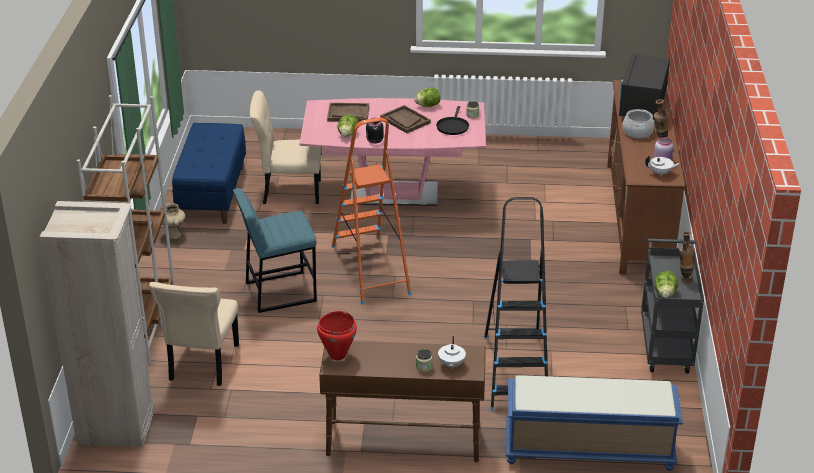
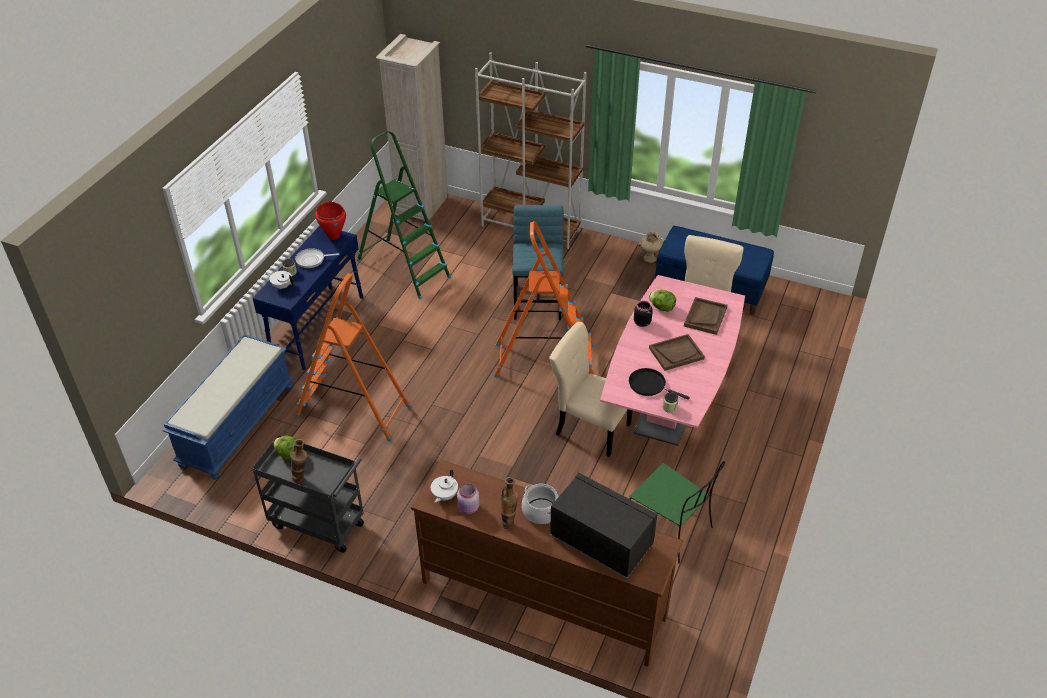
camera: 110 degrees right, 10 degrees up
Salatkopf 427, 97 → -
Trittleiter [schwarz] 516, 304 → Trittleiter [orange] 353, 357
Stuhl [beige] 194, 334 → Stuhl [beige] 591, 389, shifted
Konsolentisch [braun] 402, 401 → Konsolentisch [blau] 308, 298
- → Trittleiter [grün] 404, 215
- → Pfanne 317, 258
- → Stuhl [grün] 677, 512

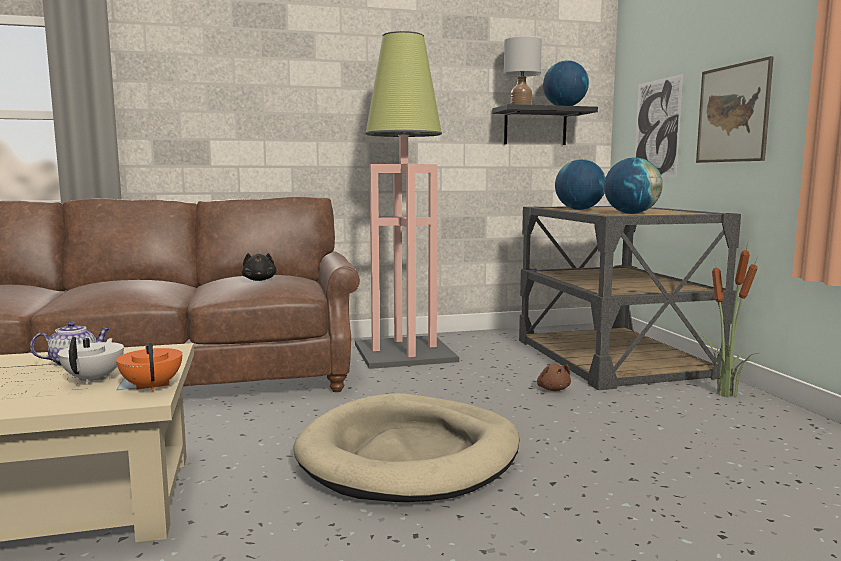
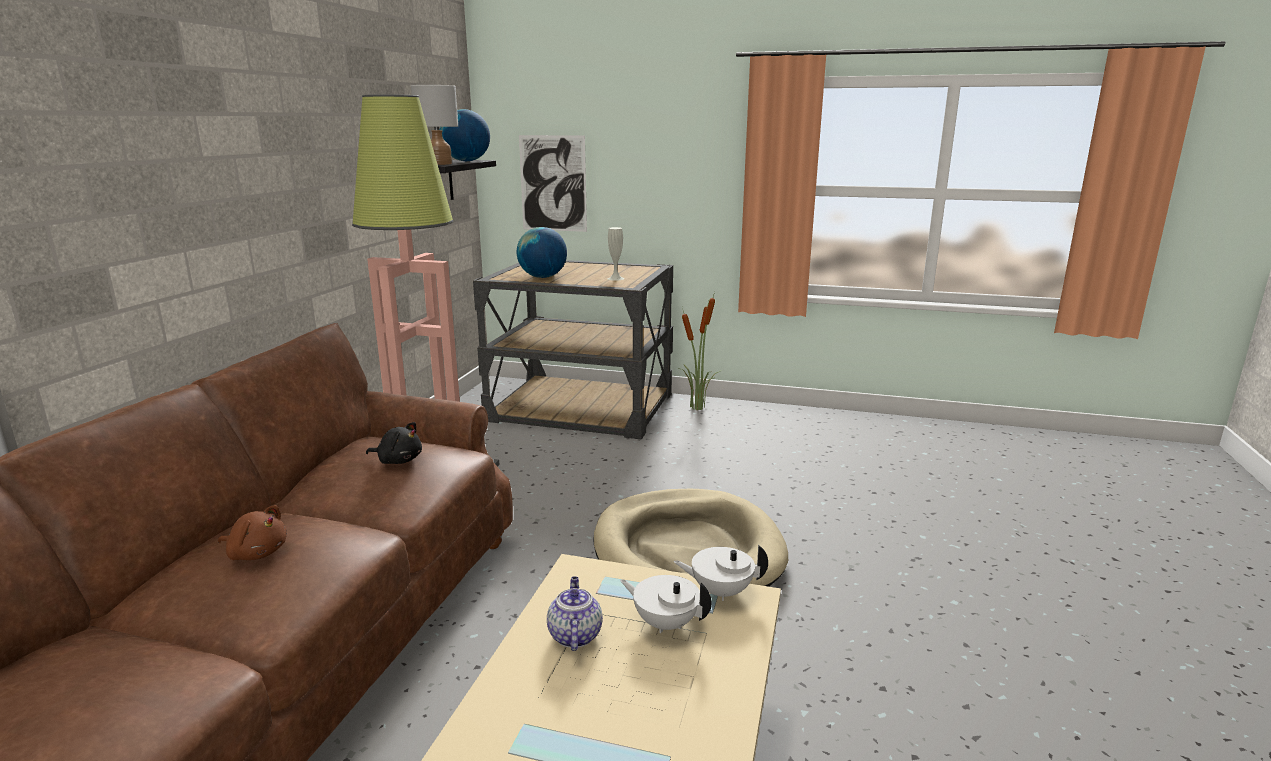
camera: 60 degrees left, 10 degrees up
Bild 735, 109 → -
Globus 633, 185 → Vase [weiß] 616, 254
Teekanne [orange] 149, 367 → Teekanne [weiß] 721, 573
Plüschtier [braun] 554, 377 → Plüschtier [braun] 252, 532, shifted

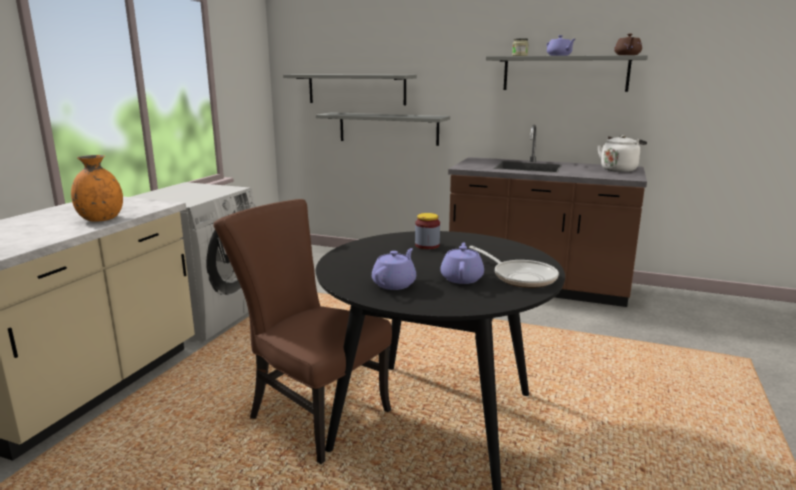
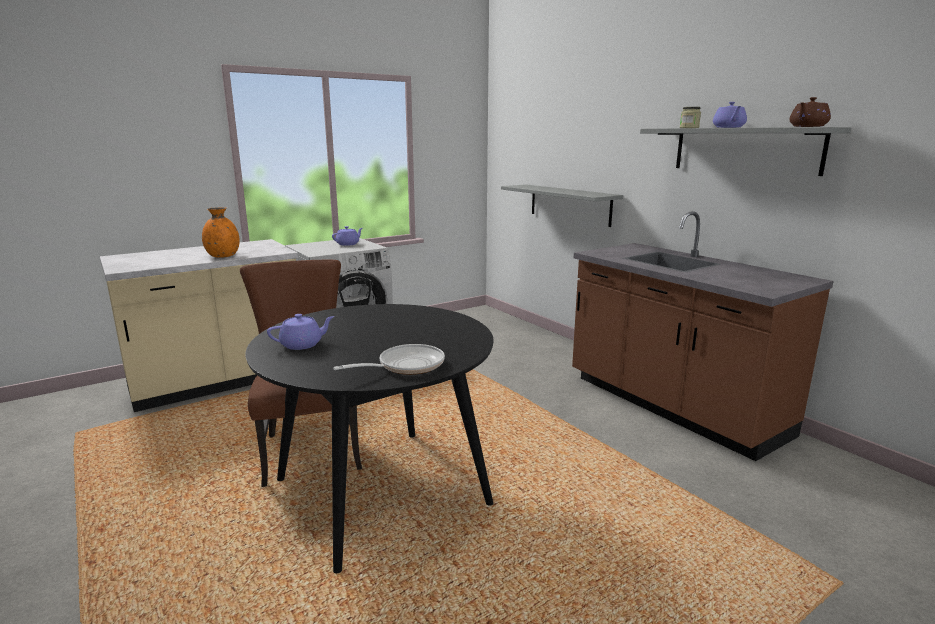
camera: 35 degrees right, 0 degrees up
Wandregal [grau] 350, 89 → -
Wasserkessel [weiß] 622, 153 → -
Vorratsglas 427, 231 → -
Teekanne [lila] 462, 263 → Teekanne [lila] 347, 236, shifted
Pfanne 514, 267 → Pfanne 389, 359, 120 degrees counterclockwise

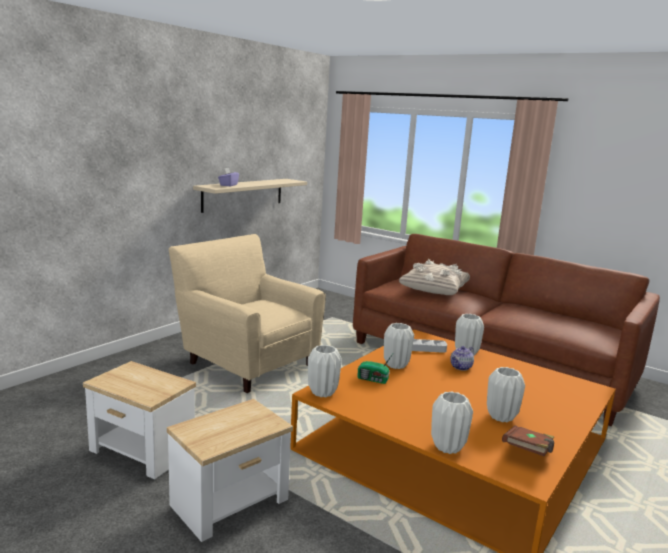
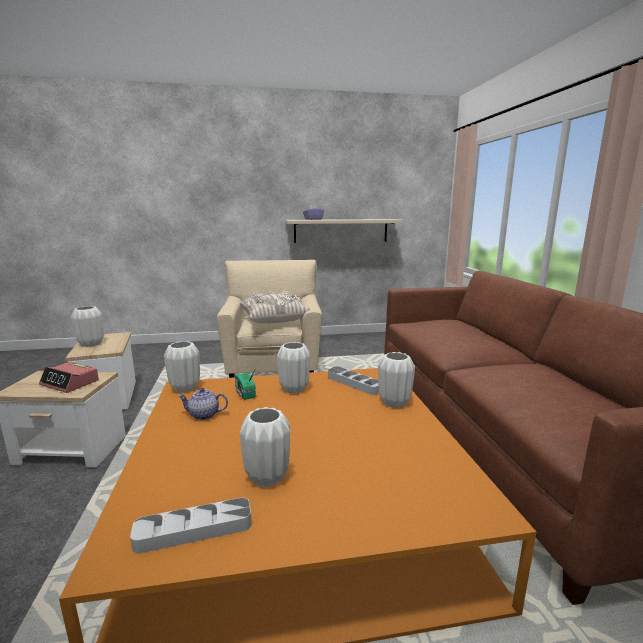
camera: 45 degrees right, 0 degrees up
Kissen [beige] 434, 277 → Kissen [beige] 275, 306, shifted
Teekanne 462, 358 → Teekanne 203, 404, shifted
Vase [weiß] 452, 422 → Vase [weiß] 87, 326, shifted
Buch [braun] 528, 441 → Tablett [grau] 191, 526
- → Wecker 69, 377

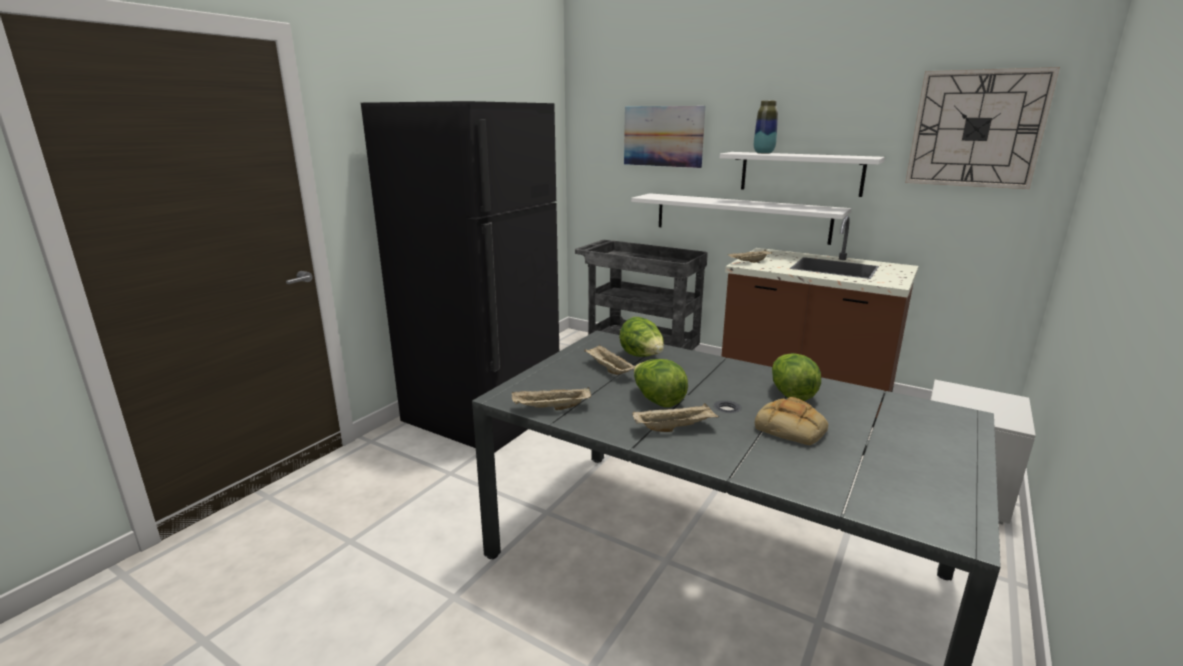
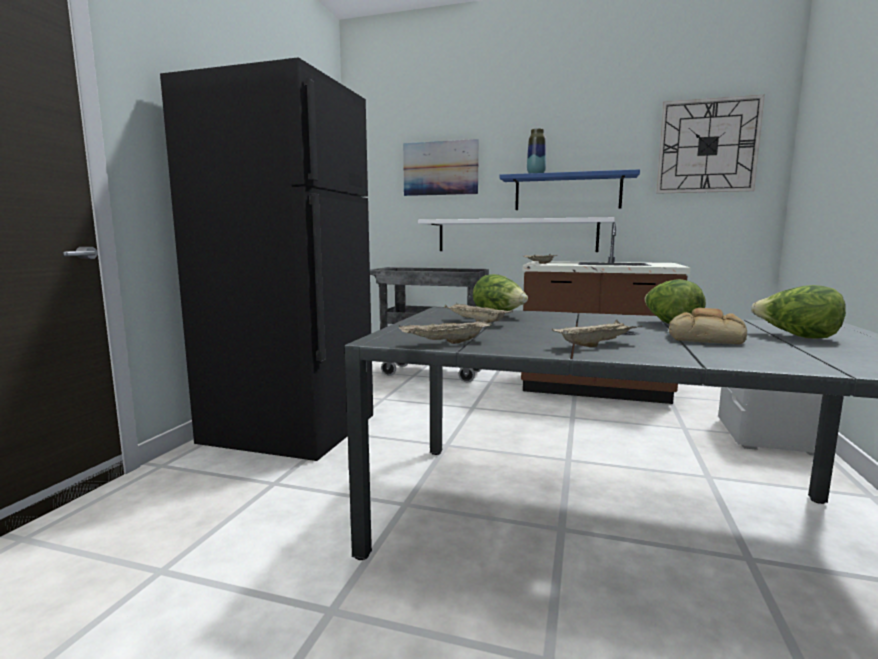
camera: 15 degrees left, 10 degrees down
Wandregal [weiß] 802, 174 → Wandregal [blau] 570, 189
Salatkopf 661, 383 → Salatkopf 798, 312, shifted

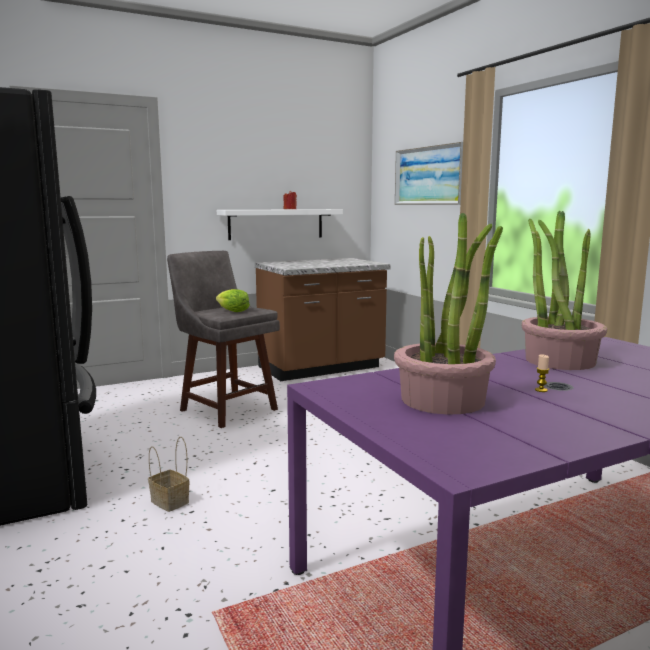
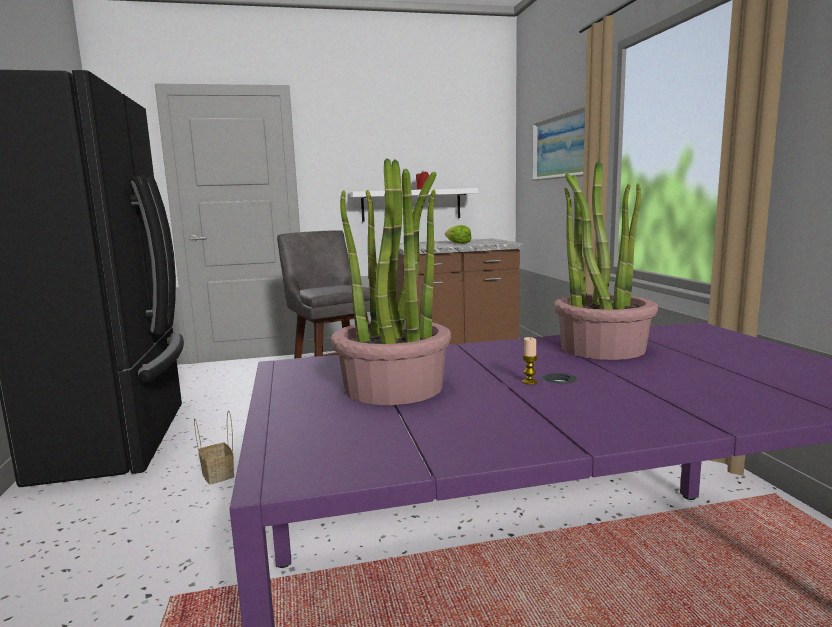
camera: 15 degrees right, 0 degrees up
Salatkopf 233, 300 → Salatkopf 458, 234, shifted

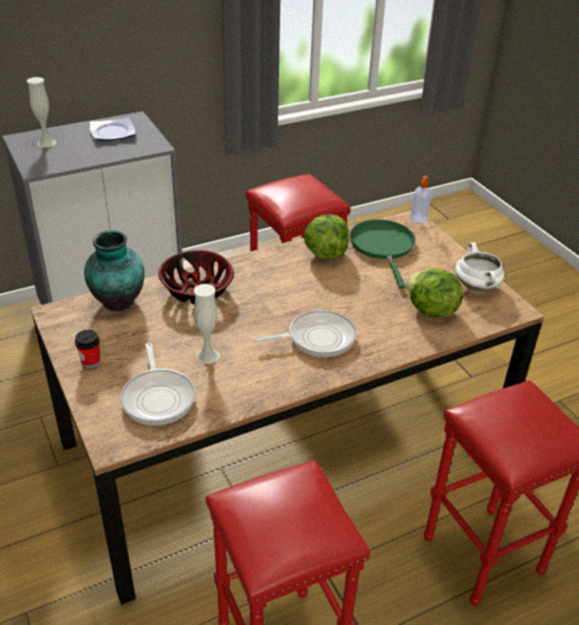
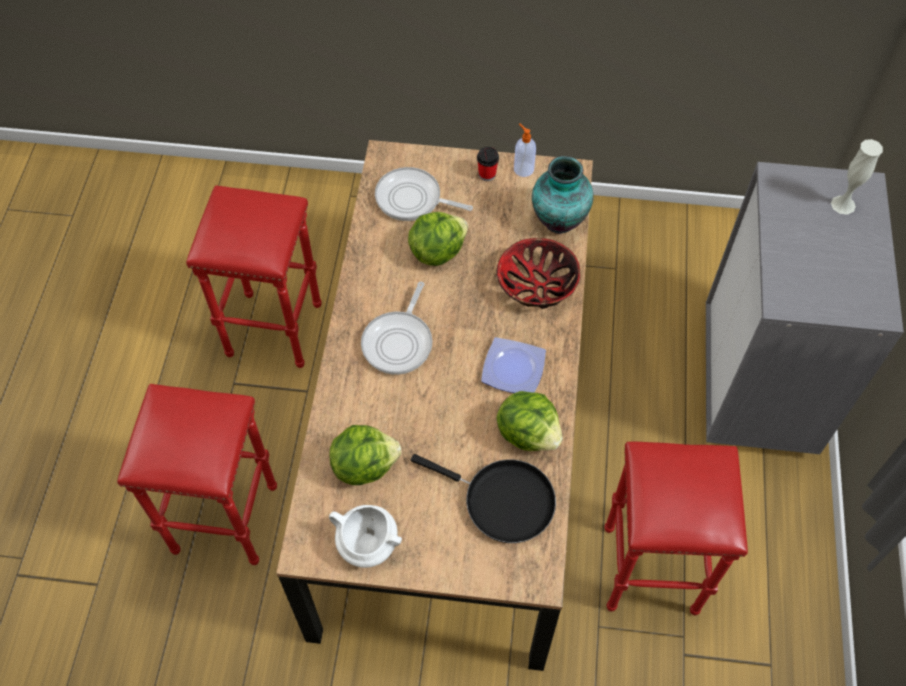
camera: 125 degrees right, 20 degrees up
Teller 112, 129 → Teller 513, 365, shifted
Seifenspender 420, 199 → Seifenspender 525, 150, shifted
Pfanne [grün] 382, 254 → Pfanne [schwarz] 483, 498
Vase [weiß] 207, 324 → Salatkopf 438, 239

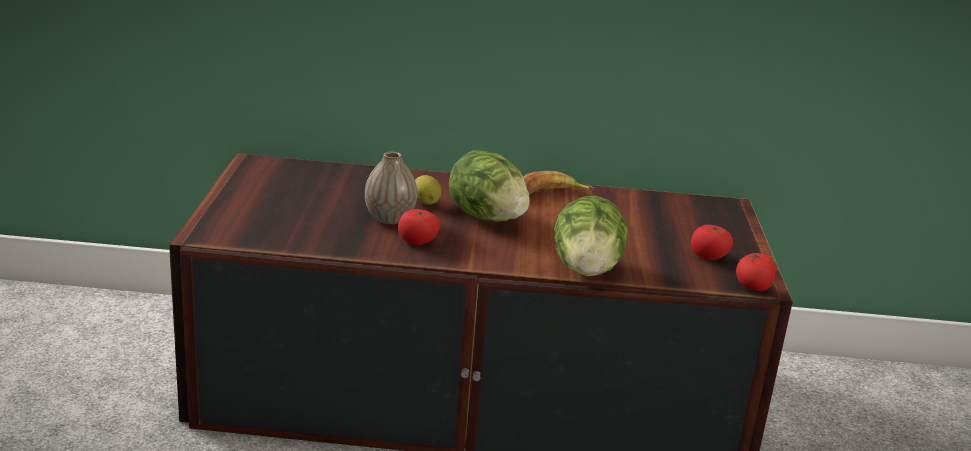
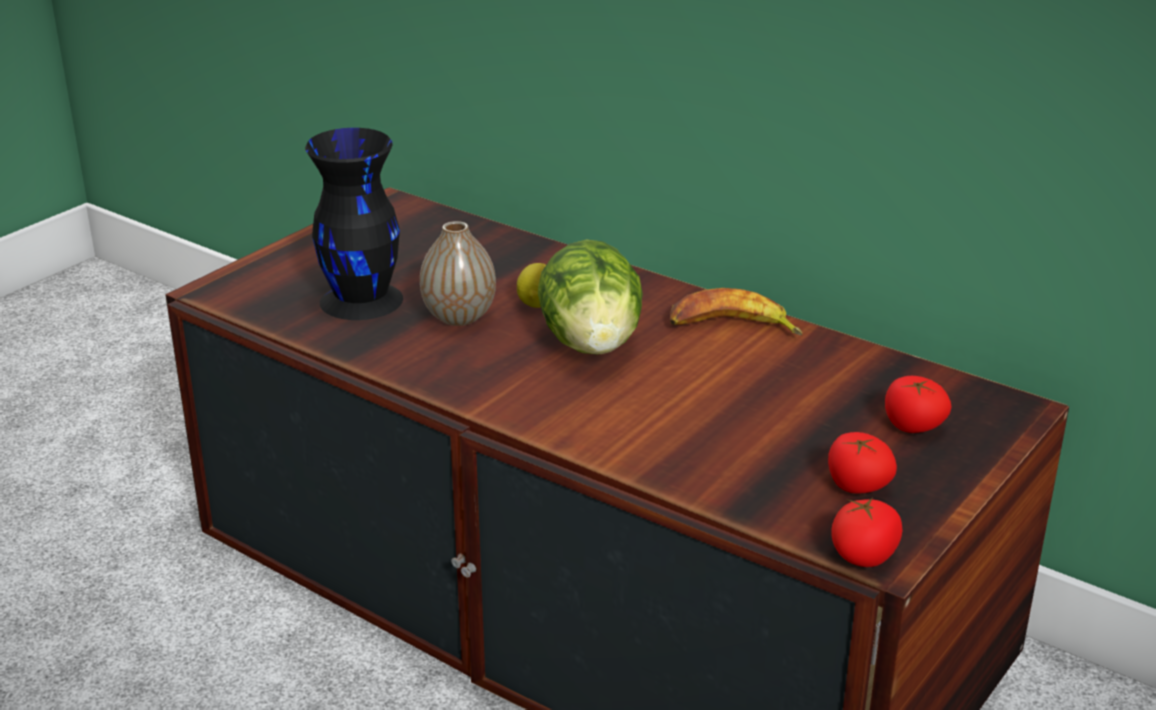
camera: 35 degrees right, 5 degrees up
Salatkopf 591, 236 → -
Tomate 419, 227 → Tomate 918, 404, shifted
- → Vase [schwarz] 354, 224

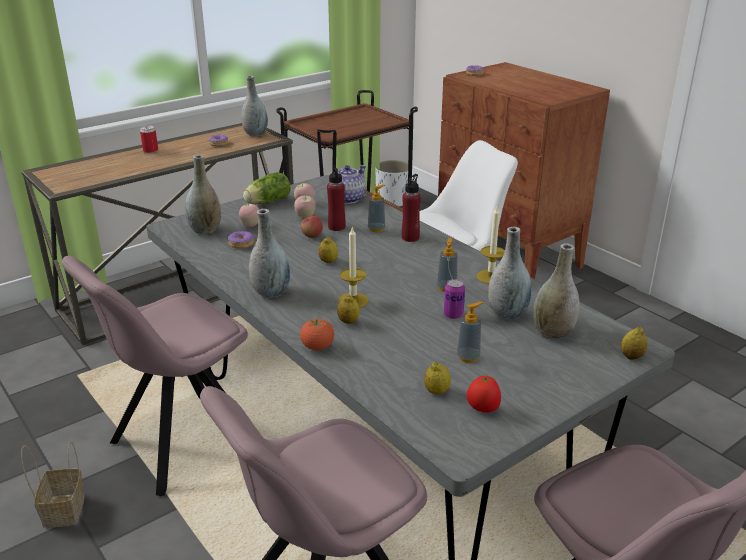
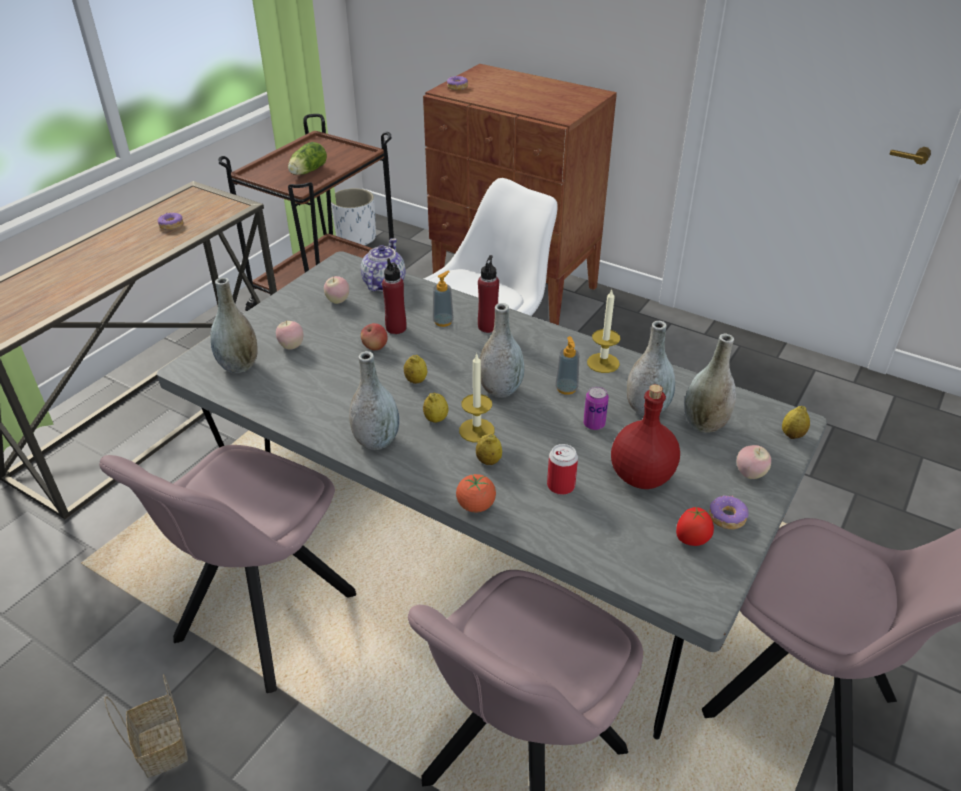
camera: 20 degrees left, 10 degrees up
Vase [grau] 254, 106 → Vase [grau] 501, 350, shifted
Dose 149, 139 → Dose 562, 469, shifted
Salatkopf 267, 188 → Salatkopf 307, 158, shifted
Apfel 305, 207 → Apfel 753, 462, shifted
Donut 241, 239 → Donut 729, 512, shifted
Seifenspender 470, 332 → Flasche [rot] 645, 436
Zitrone 437, 378 → Zitrone 436, 408, shifted

